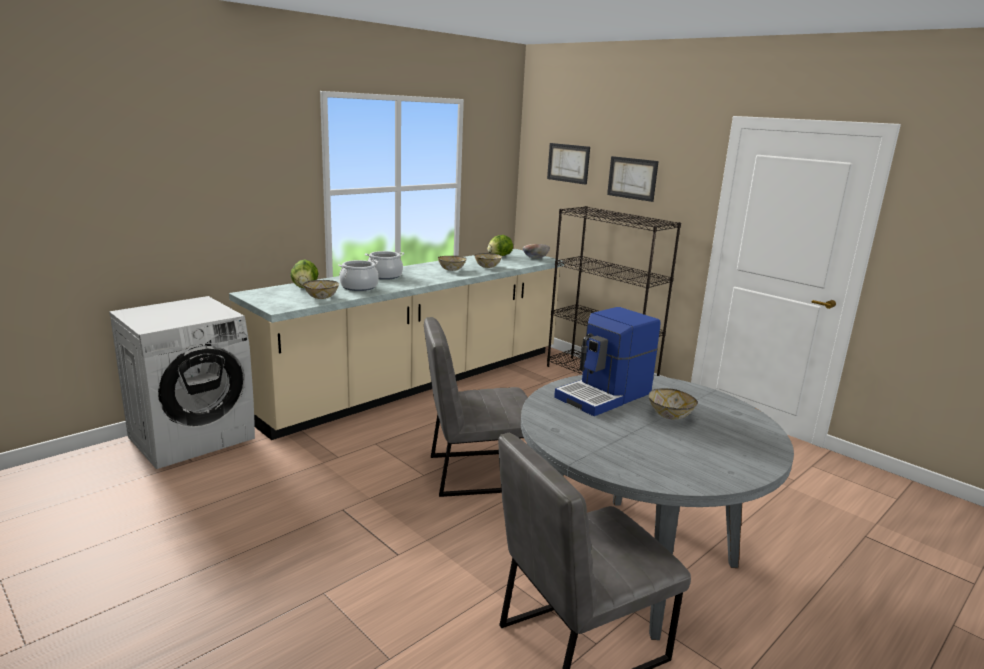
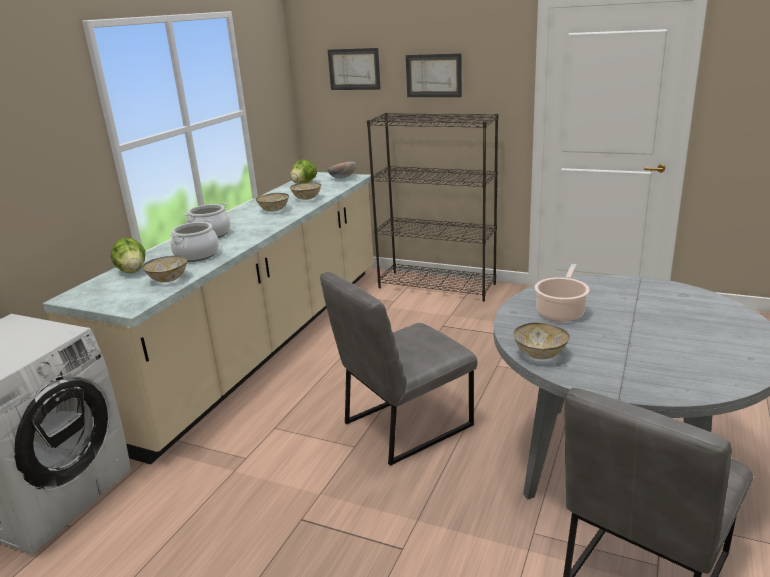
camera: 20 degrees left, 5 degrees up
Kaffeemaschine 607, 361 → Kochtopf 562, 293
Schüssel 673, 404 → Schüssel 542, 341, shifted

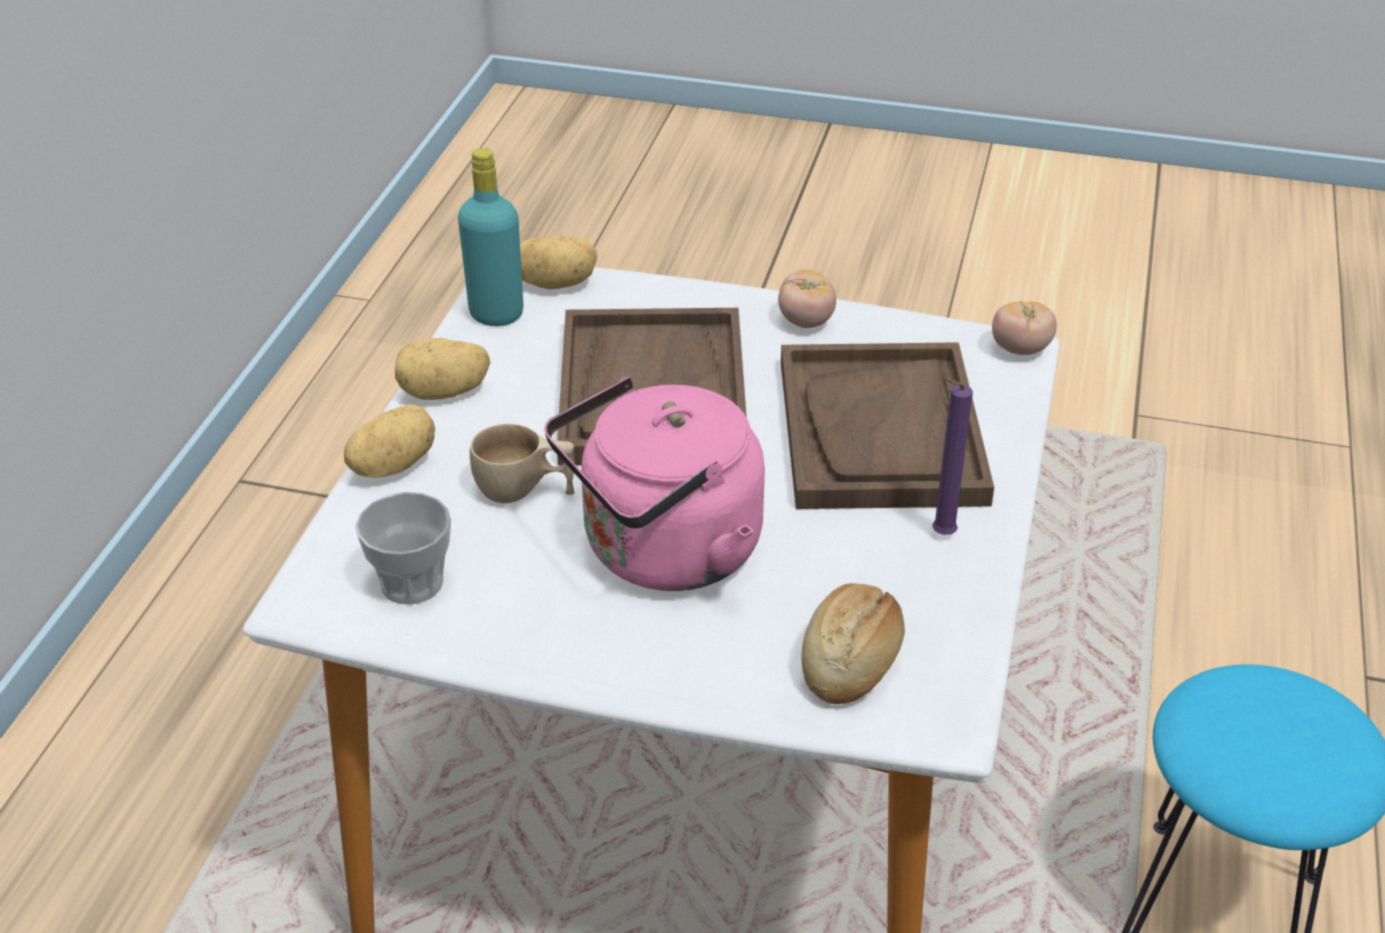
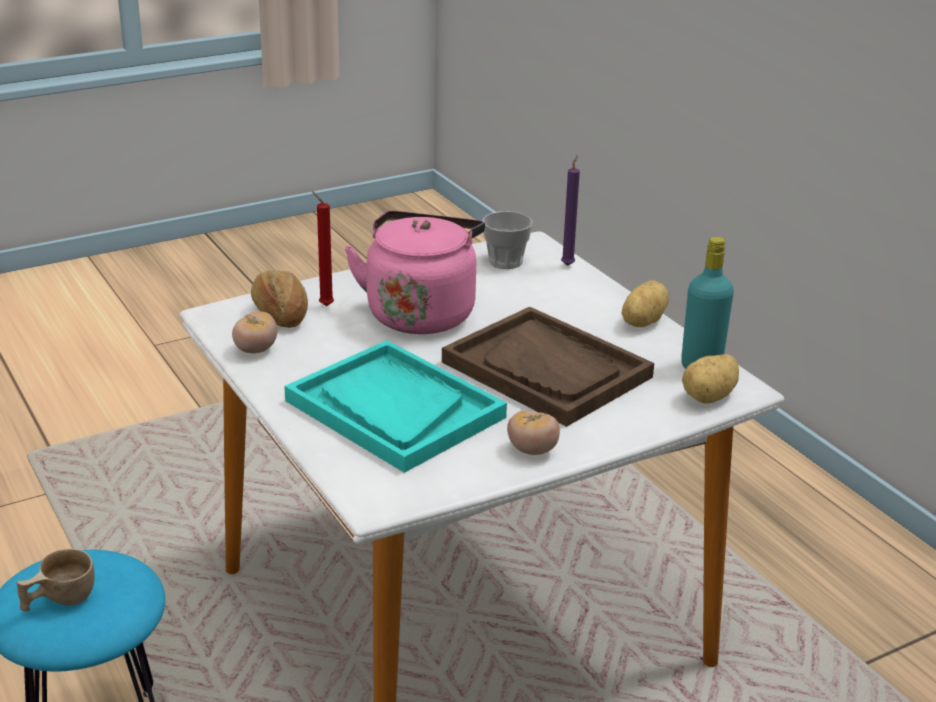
camera: 135 degrees right, 10 degrees down
Tomate 1024, 327 → Tomate 254, 332, shifted
Tablett [braun] 887, 425 → Tablett [türkis] 395, 406
Kerze [lila] 952, 456 → Kerze [lila] 570, 210, shifted
Kartoffel 389, 441 → -
Tasse [beige] 522, 463 → Tasse [beige] 56, 580, shifted
- → Kerze [rot] 323, 248

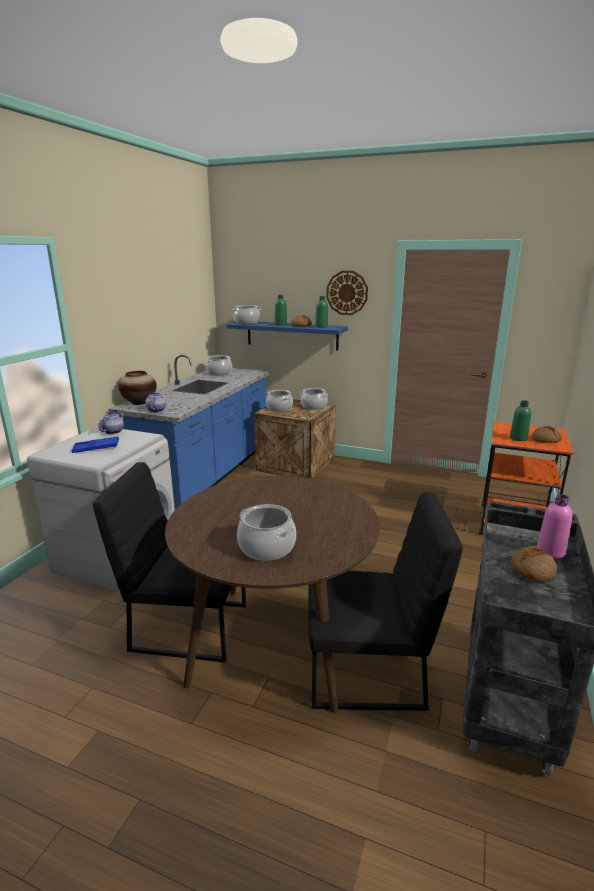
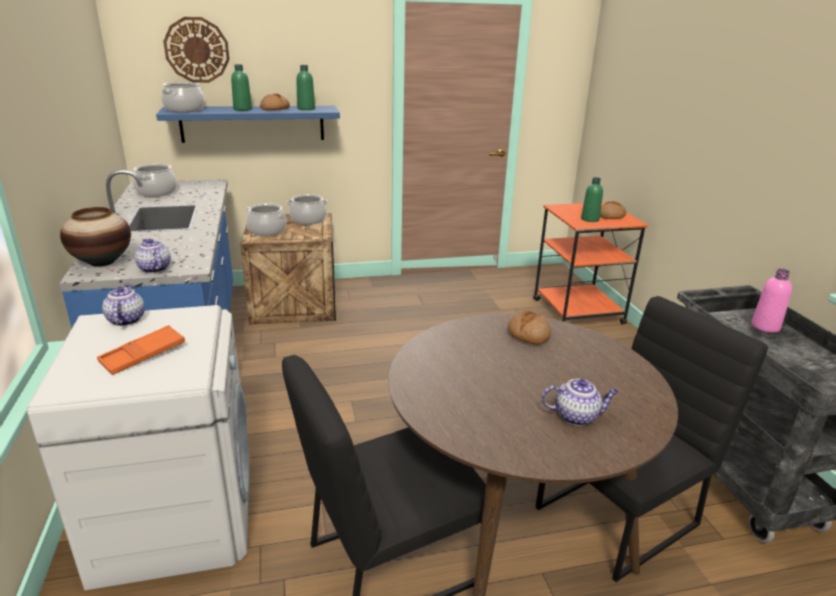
camera: 35 degrees left, 5 degrees up
Wanduhr 347, 293 → Wanduhr 196, 50, shifted
Tablett [blau] 95, 444 → Tablett [orange] 141, 350
Kochtopf 266, 532 → Teekanne 580, 402
Brot 534, 564 → Brot 529, 327, shifted

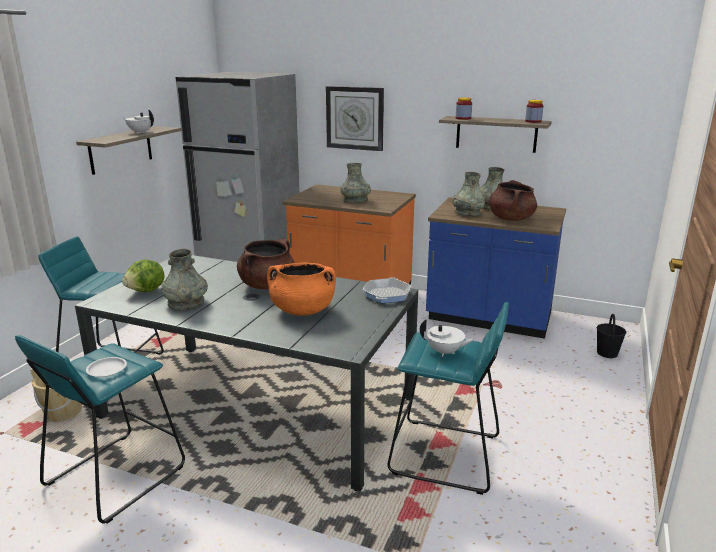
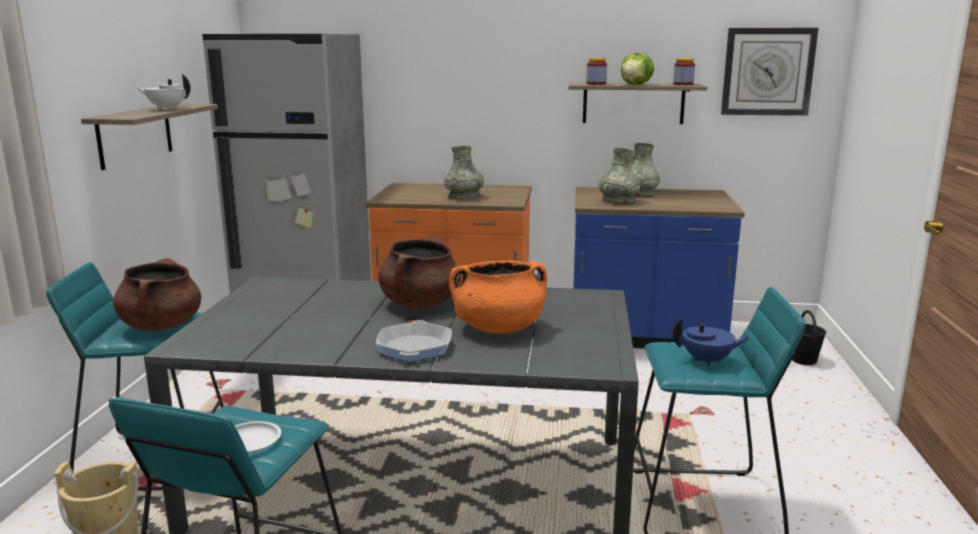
camera: 15 degrees left, 5 degrees down
Wanduhr 355, 118 → Wanduhr 769, 72, shifted
Kochtopf [braun] 513, 200 → Kochtopf [braun] 157, 294, shifted
Vase [grau] 184, 279 → -
Salatkopf 143, 276 → Salatkopf 637, 69, shifted
Pfanne 387, 290 → Pfanne 414, 341, shifted
Teekanne [weiß] 448, 338 → Teekanne [blau] 711, 342

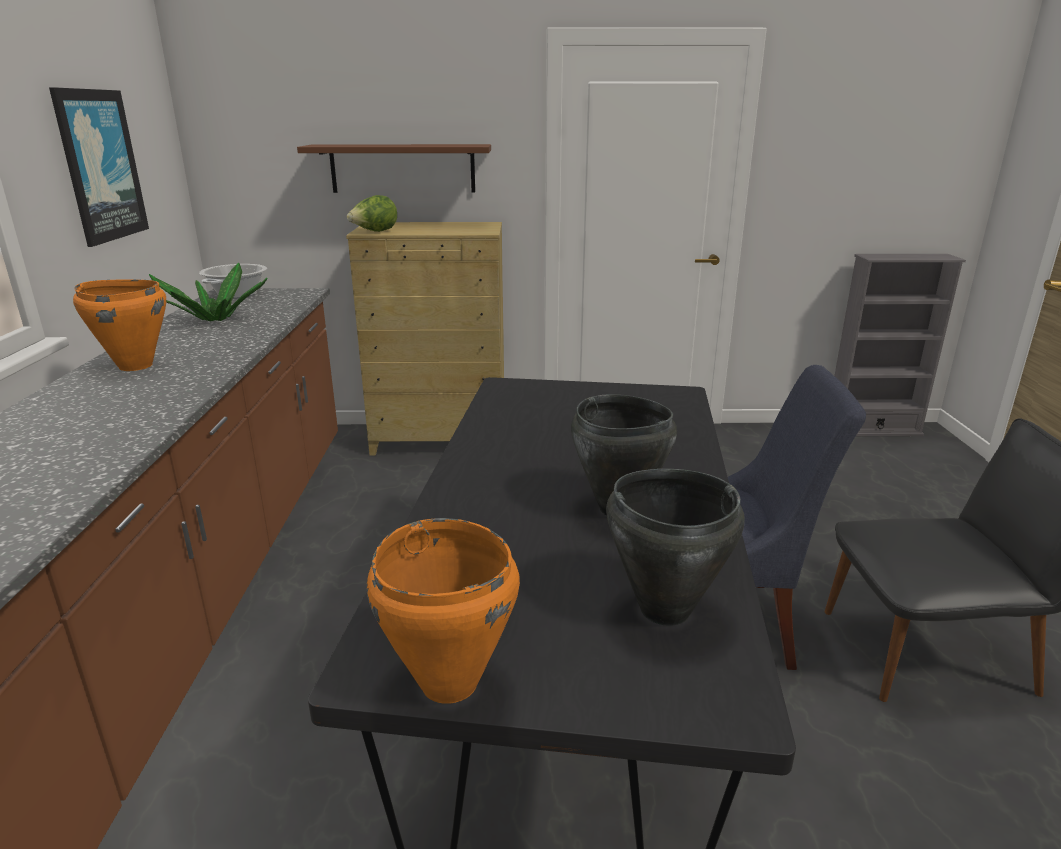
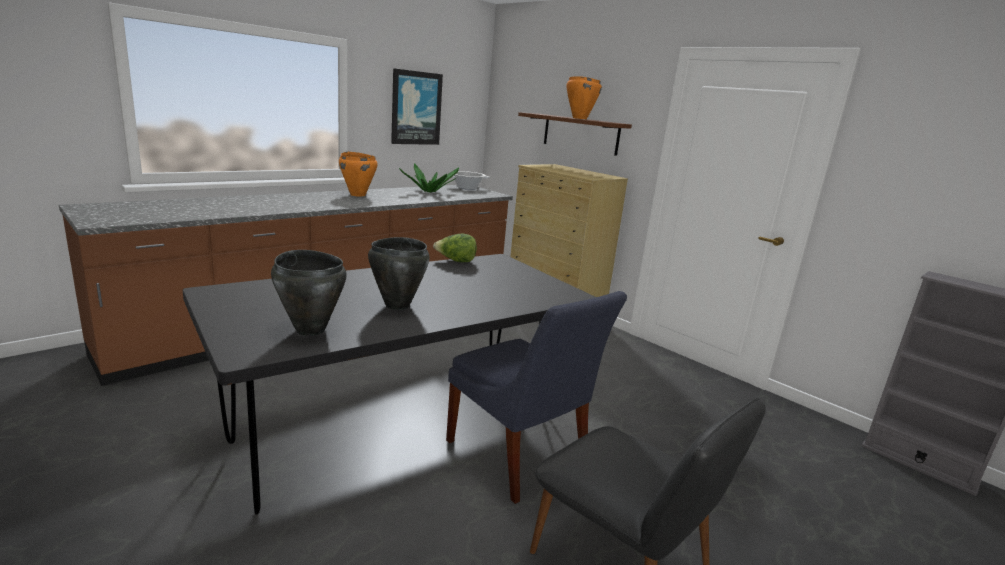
camera: 45 degrees right, 5 degrees down
Salatkopf 372, 213 → Salatkopf 455, 247, shifted
Kochtopf [orange] 443, 611 → Kochtopf [orange] 584, 97, shifted

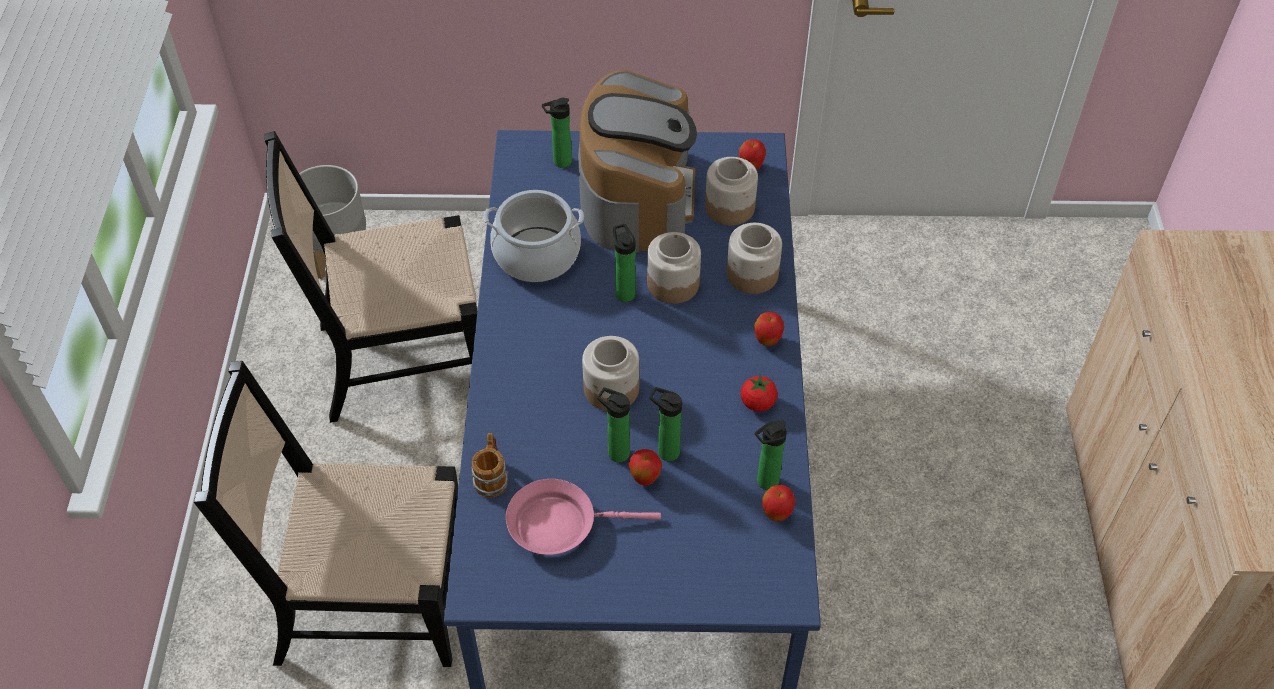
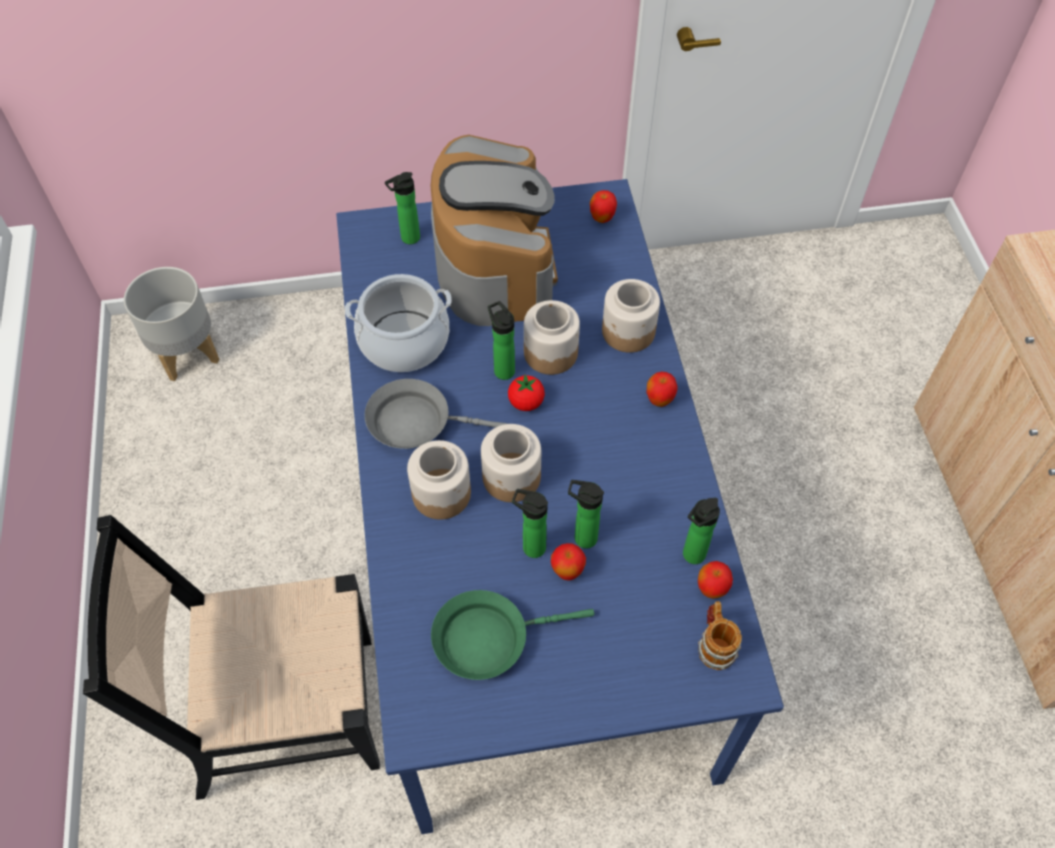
camera: 10 degrees left, 5 degrees up
Stuhl 370, 277 → -
Vorratsglas 731, 191 → Vorratsglas 439, 480, shifted
Tomate 759, 393 → Tomate 526, 392, shifted
Henkelbecher 489, 465 → Henkelbecher 720, 635, shifted
Pfanne [rosa] 583, 517 → Pfanne [grün] 513, 635
- → Pfanne [grau] 436, 414

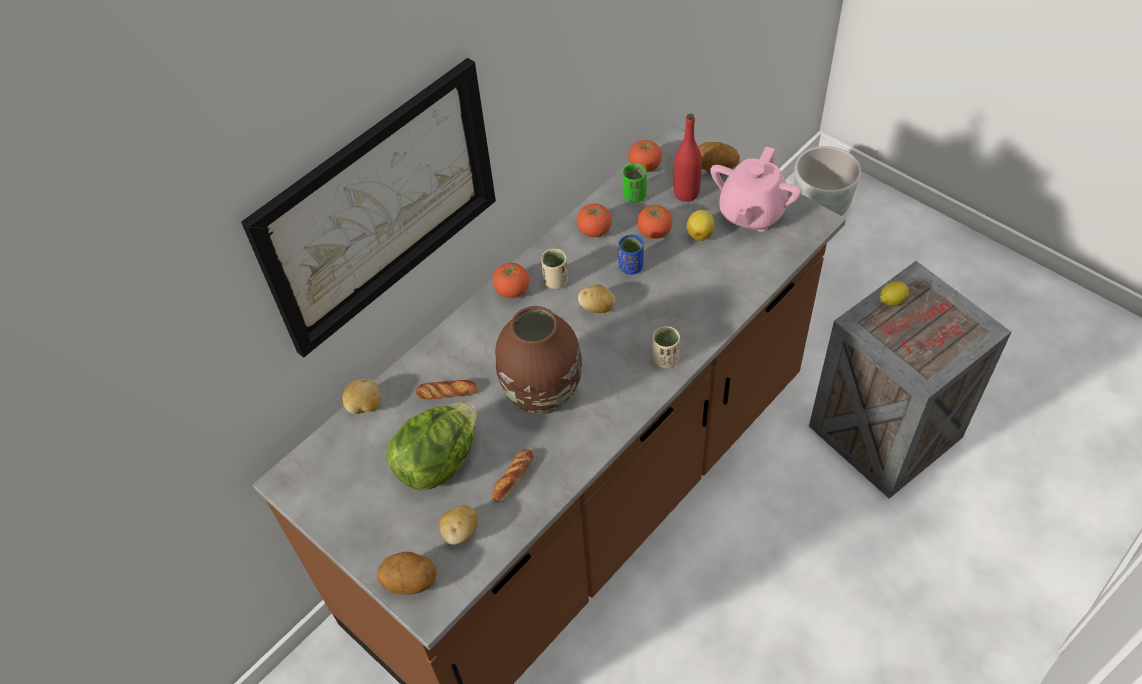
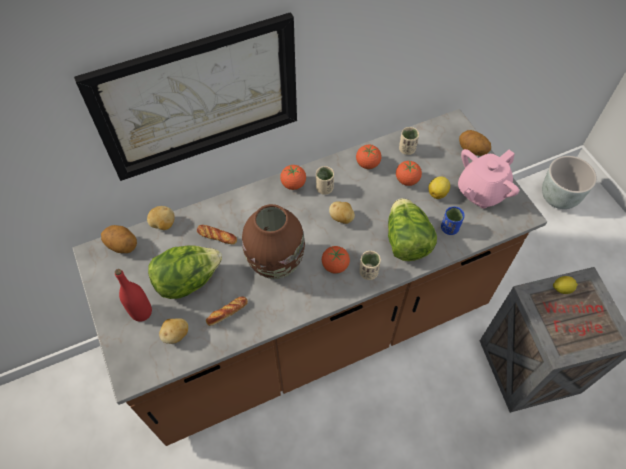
camera: 20 degrees right, 5 degrees up
Flasche [rot] 687, 158 → Flasche [rot] 133, 295, shifted
Tomate 645, 156 → Tomate 336, 260, shifted
Tasse [grün] 634, 183 → Tasse [beige] 409, 141
Tasse [blau] 631, 254 → Tasse [blau] 453, 220, shifted
Kartoffel 406, 573 → Kartoffel 119, 239, shifted
- → Salatkopf 412, 229

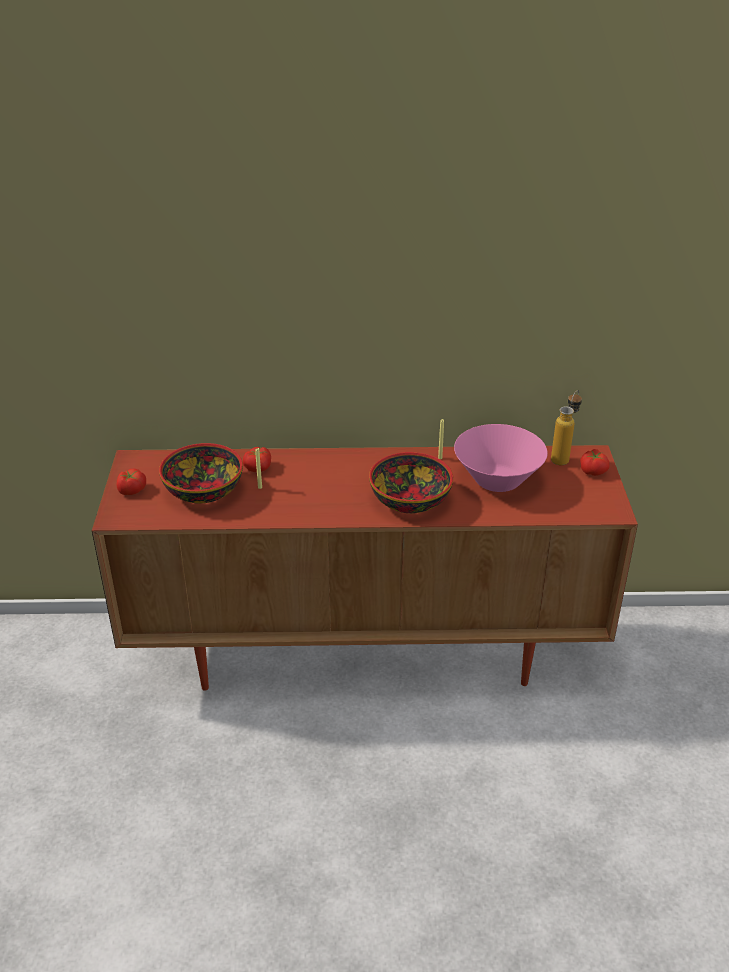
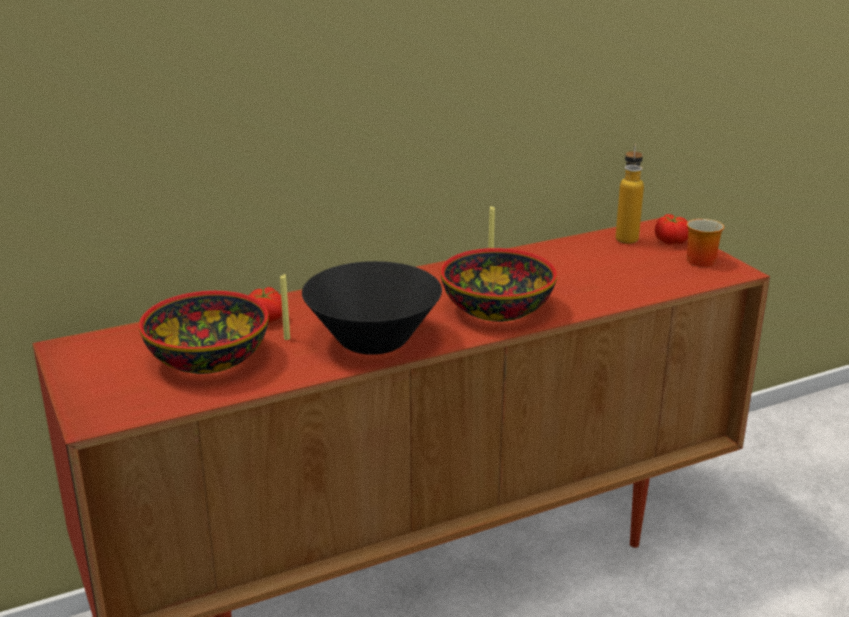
camera: 25 degrees left, 10 degrees down
Schüssel [rosa] 501, 458 → -
Tomate 131, 481 → -
- → Henkelbecher 705, 243
- → Schüssel [schwarz] 372, 308

